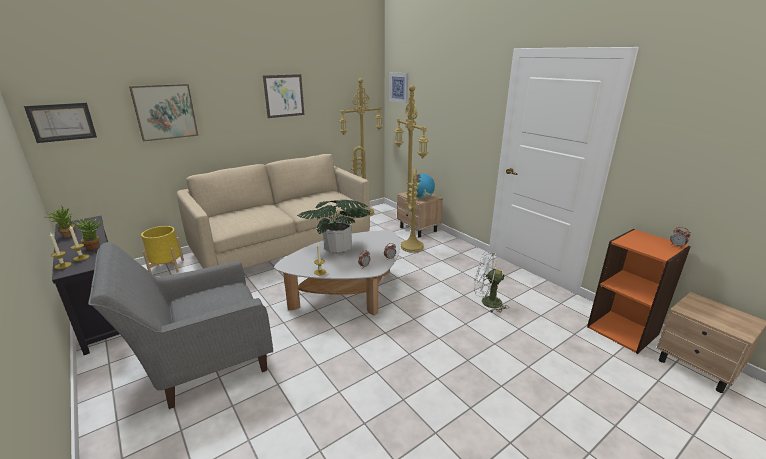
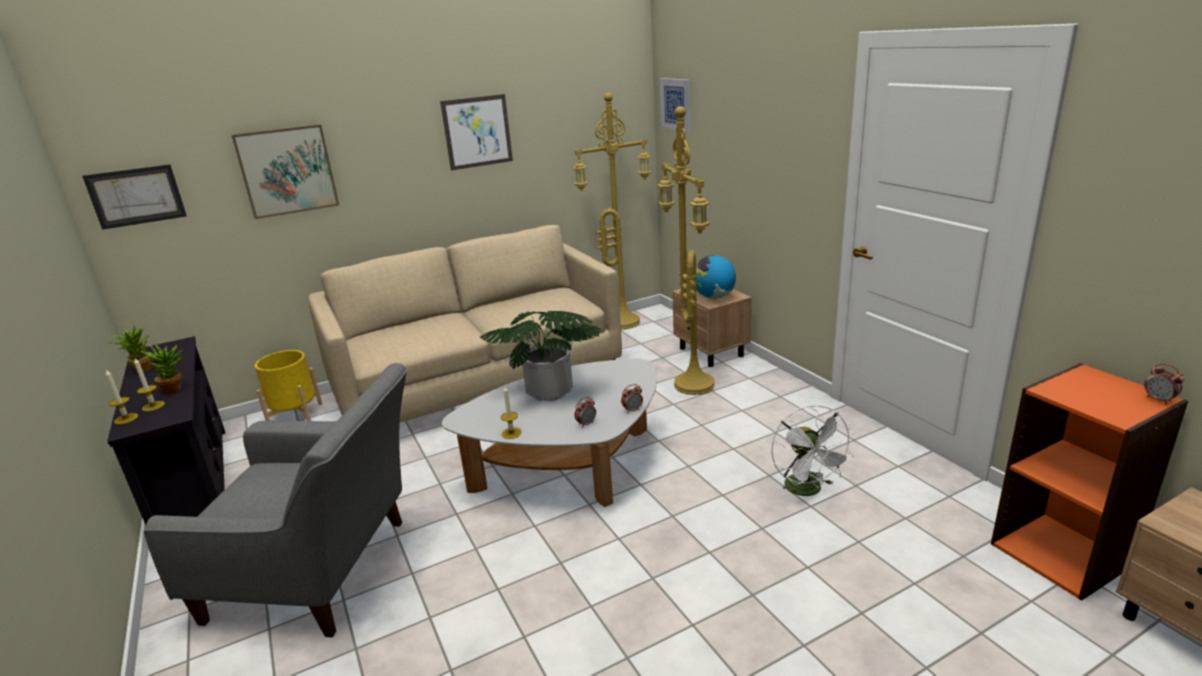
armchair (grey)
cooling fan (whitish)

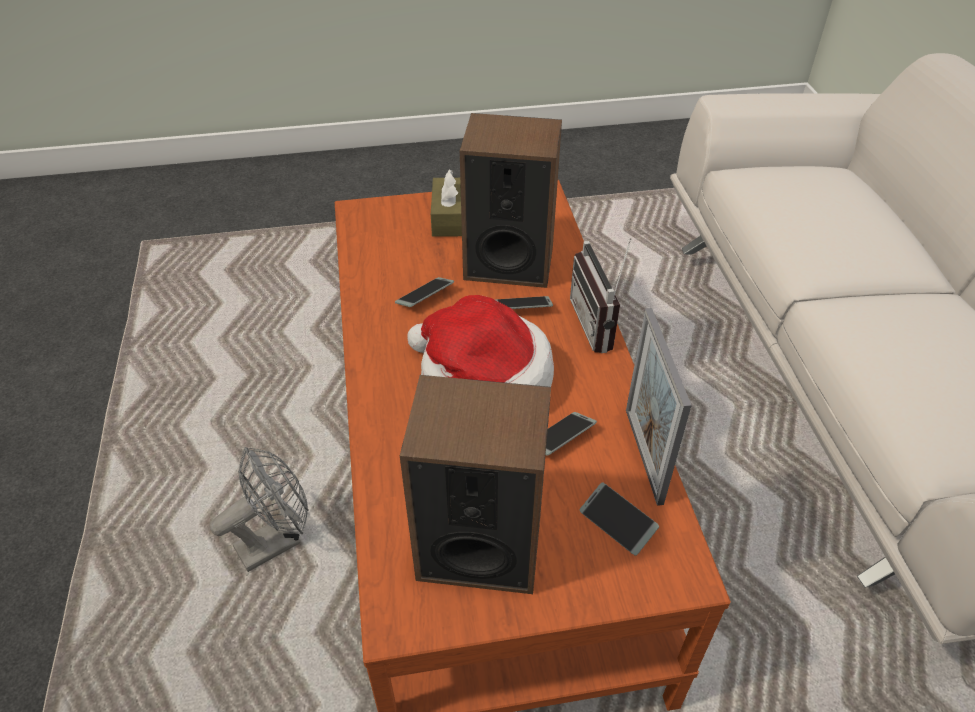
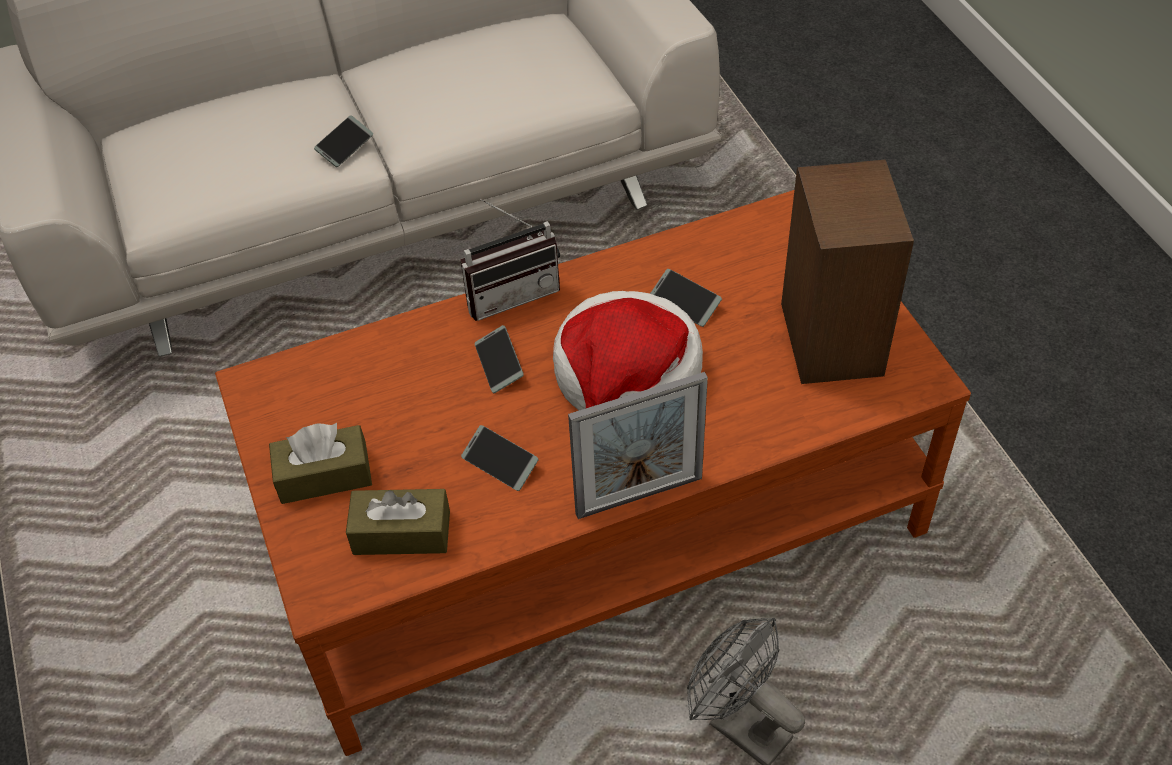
loudspeaker (no. 2 from left in the first image)
standing frame
phone (no. 1 from left)
tissue box (brown-coloured) (no. 2 from left)

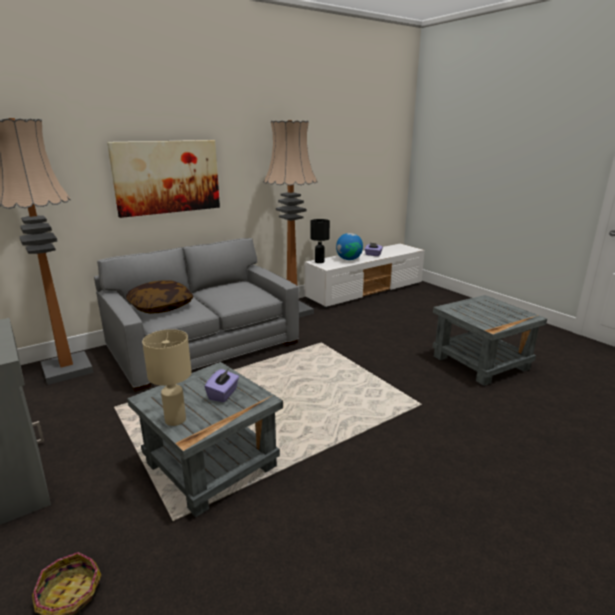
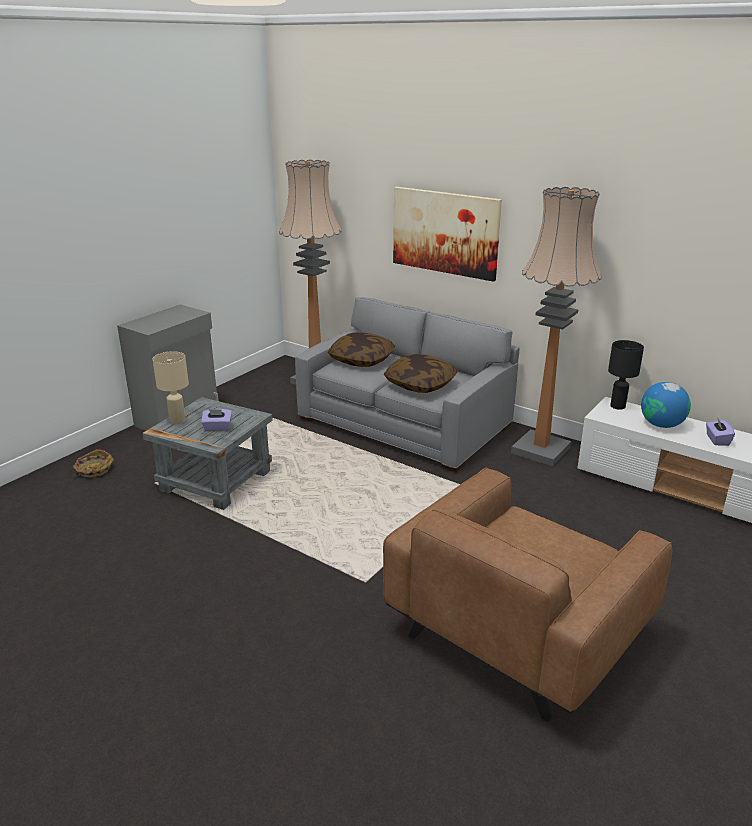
armchair (brown-coloured)
throw pillow (no. 2 from left)

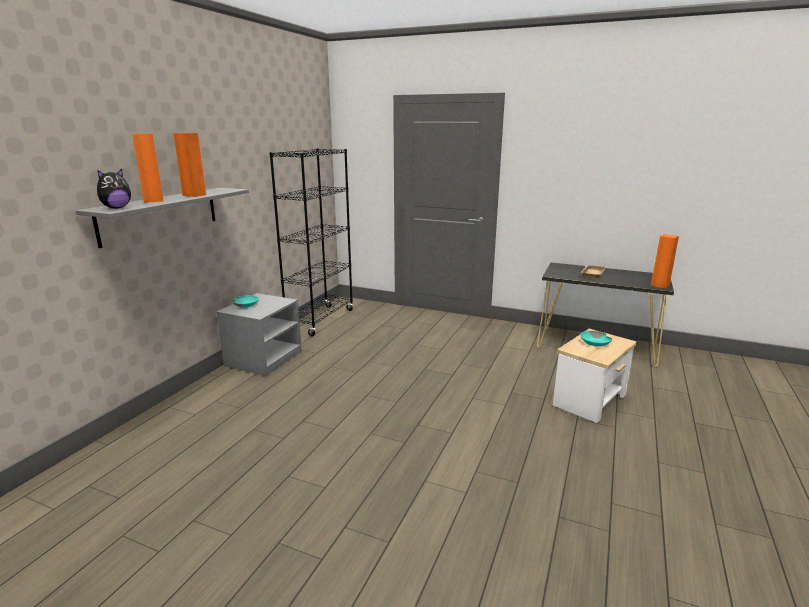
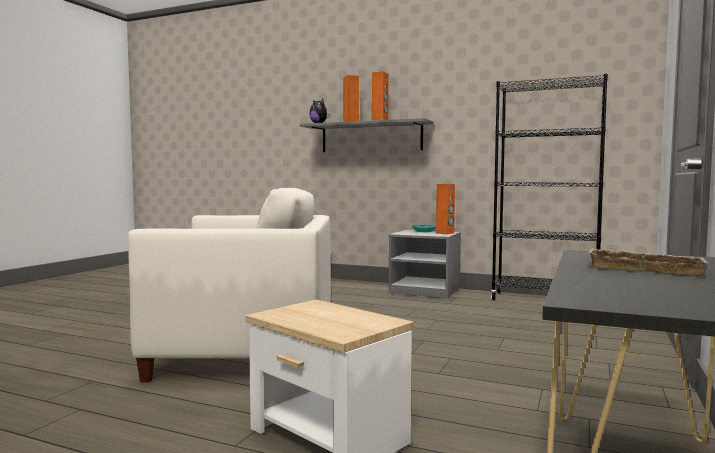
loudspeaker (orangey) (no. 3 from left)
bowl (blue-green) (no. 2 from left in the first image)
armchair (whitish)

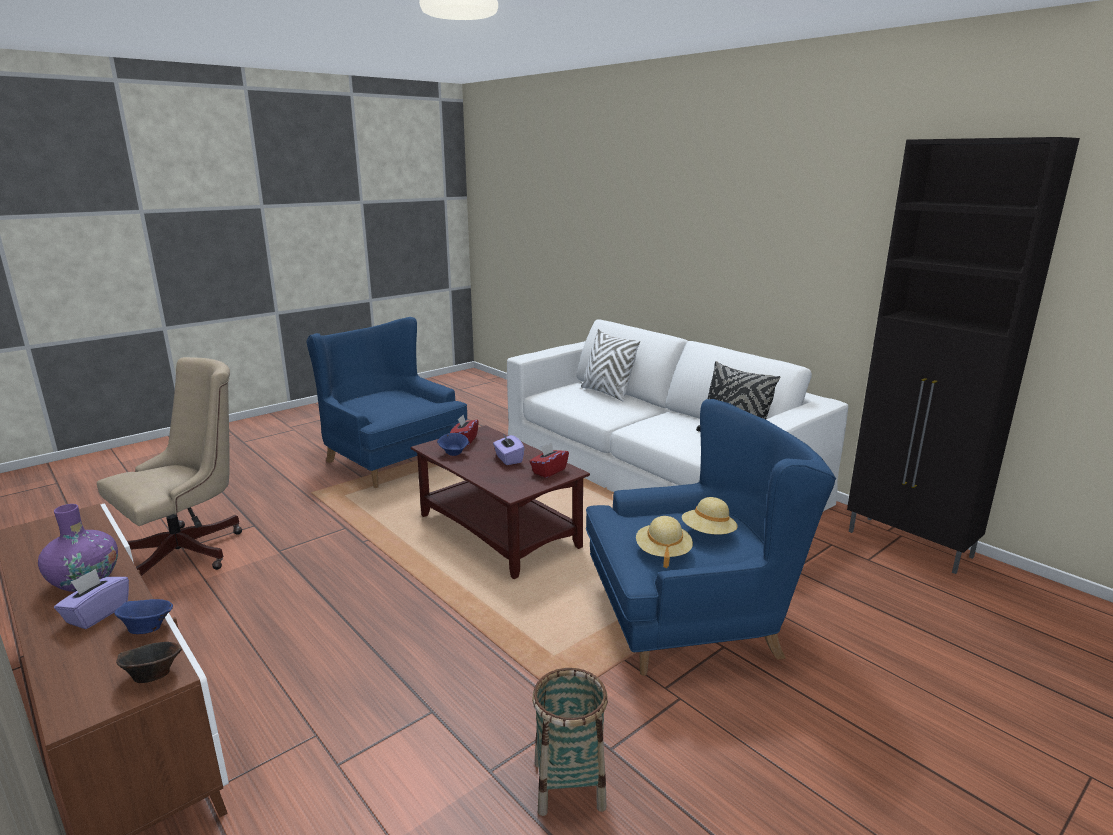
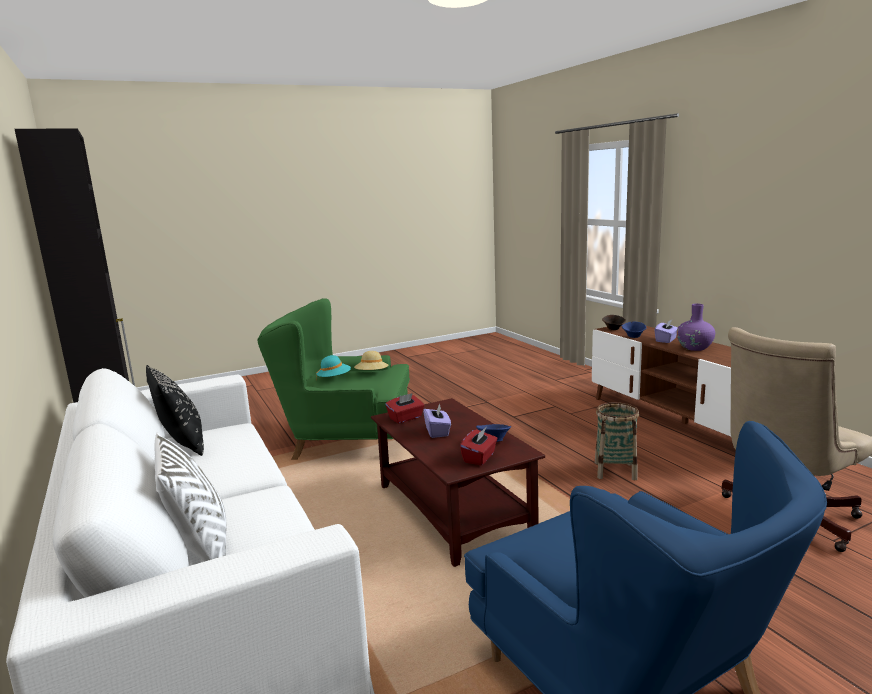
armchair (green)
wearable hat (blue-green)
storage basket

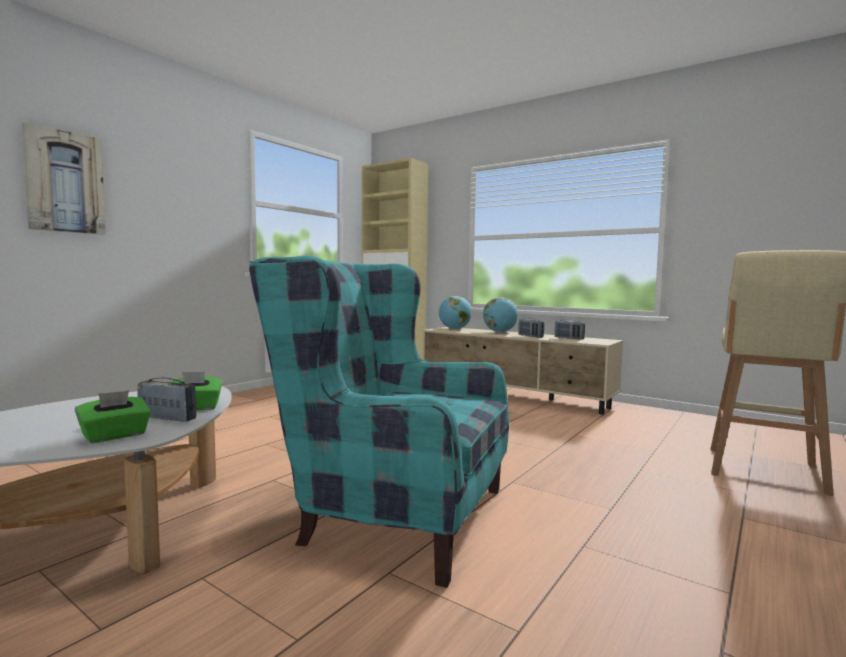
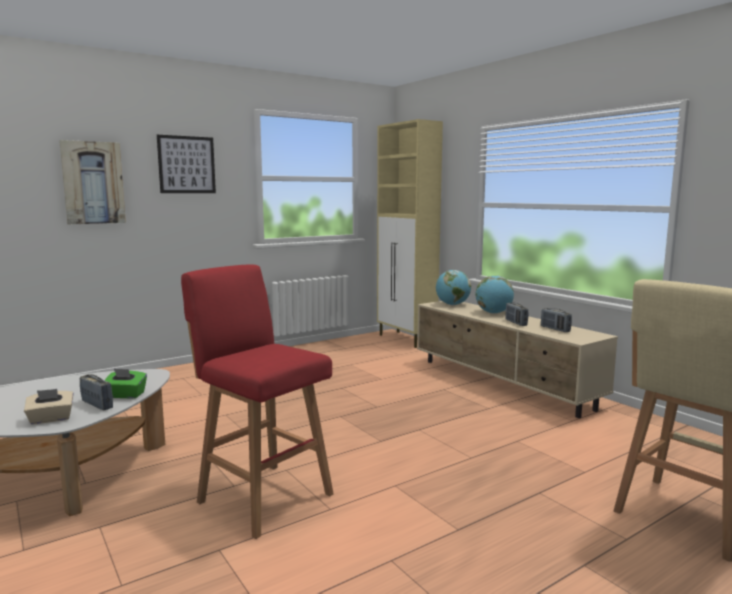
stool (red-coloured)
tissue box (beige-coloured)
picture (no. 2 from left)

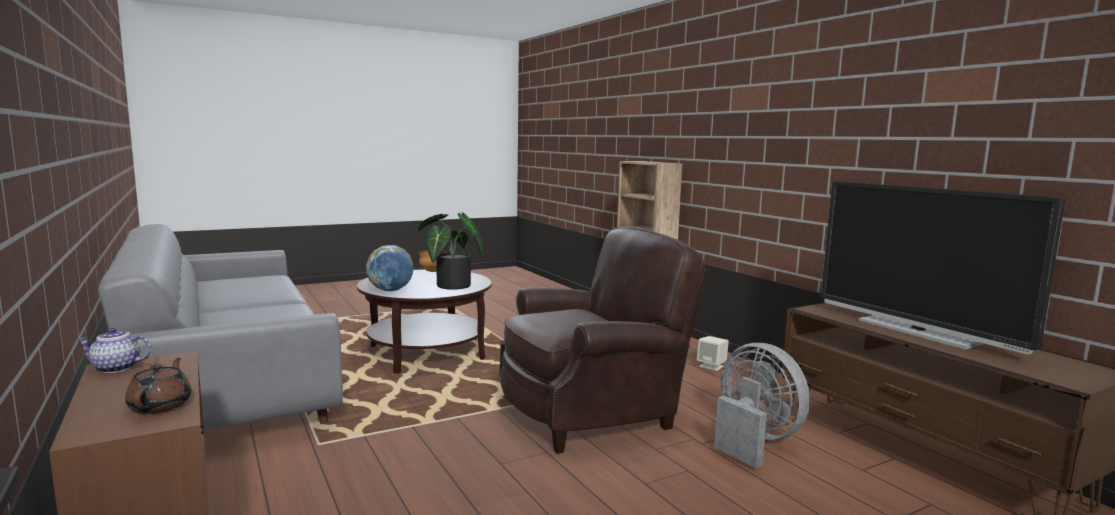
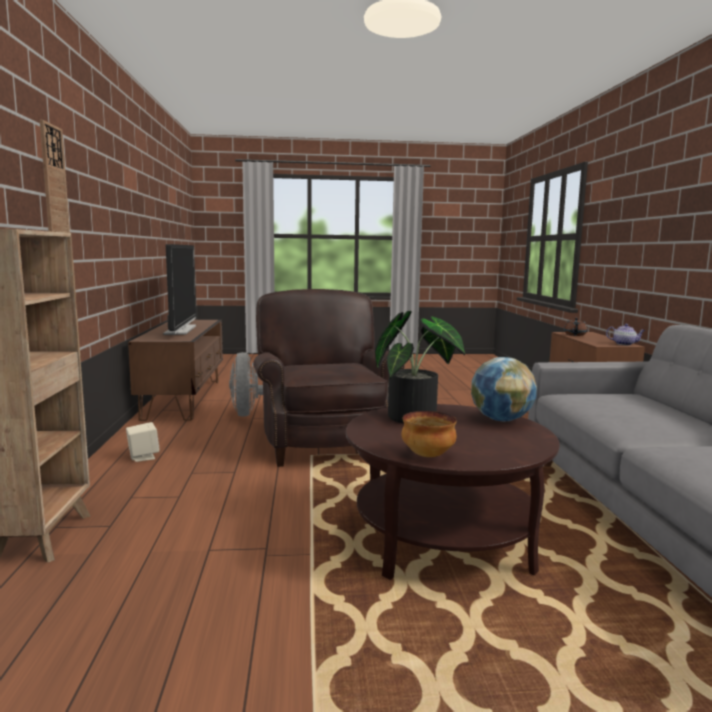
armchair (brown-coloured)
hanging clock

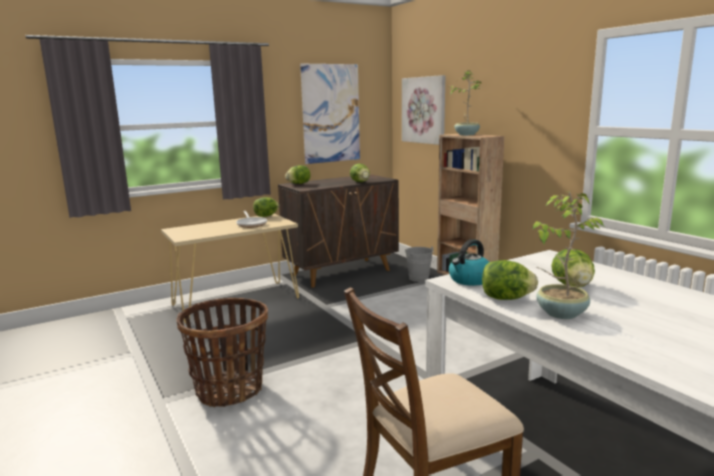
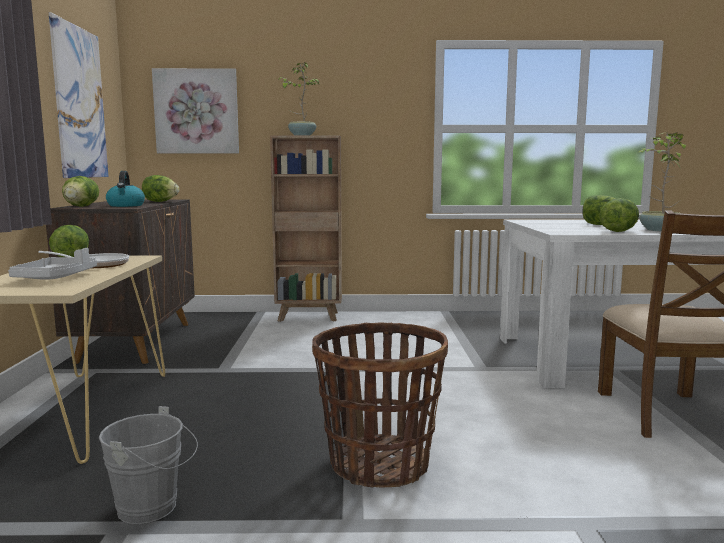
tea kettle
water bucket (grey)
tray (grey)

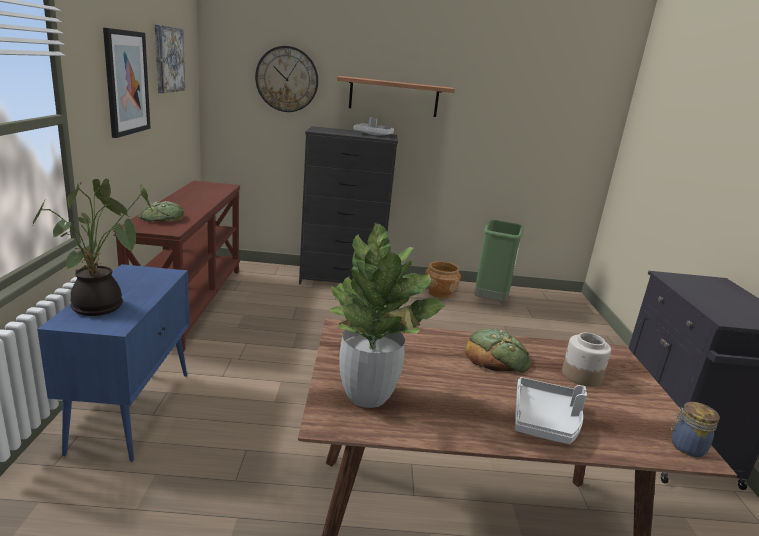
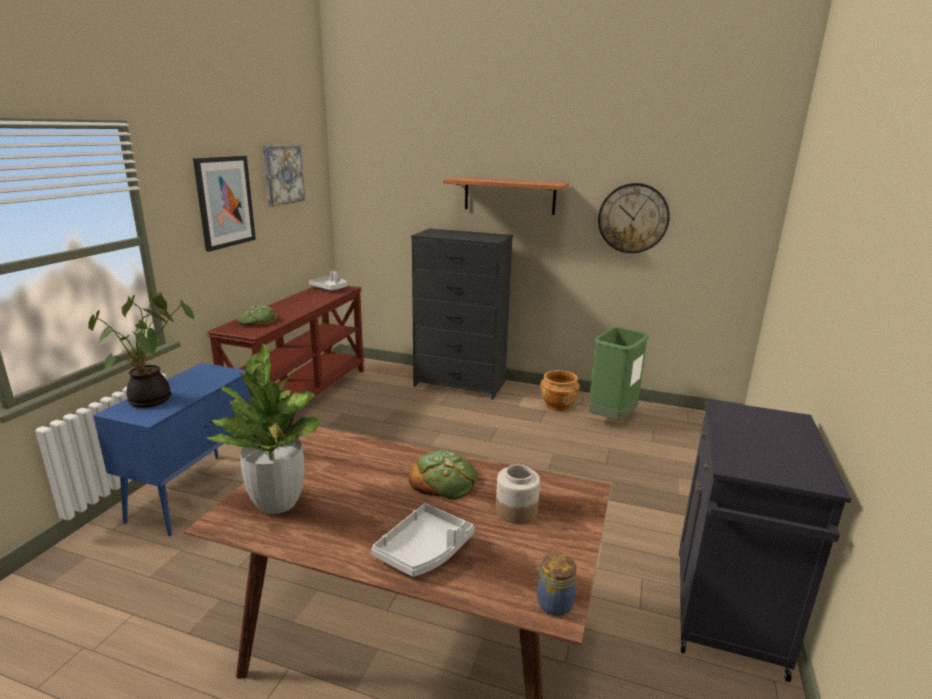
hanging clock
tray (grey) (no. 1 from left)

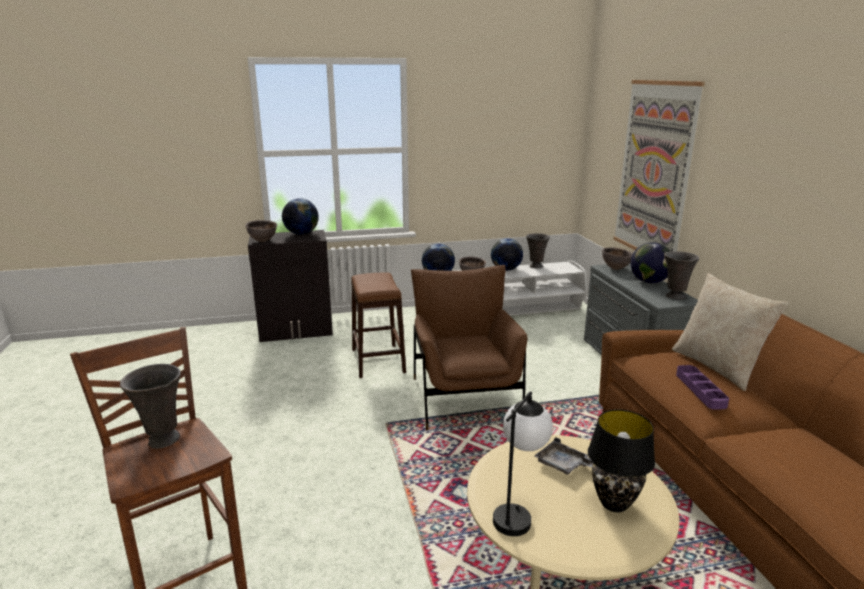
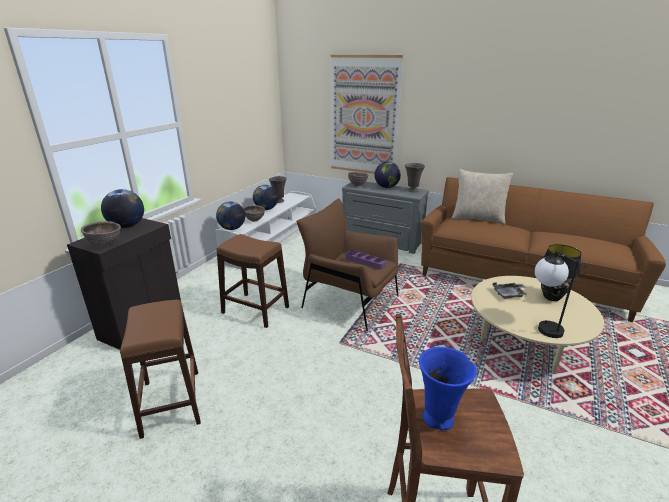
flower vase (blue-coloured)
tray (purple-coloured)
stool (brown-coloured) (no. 1 from left)

